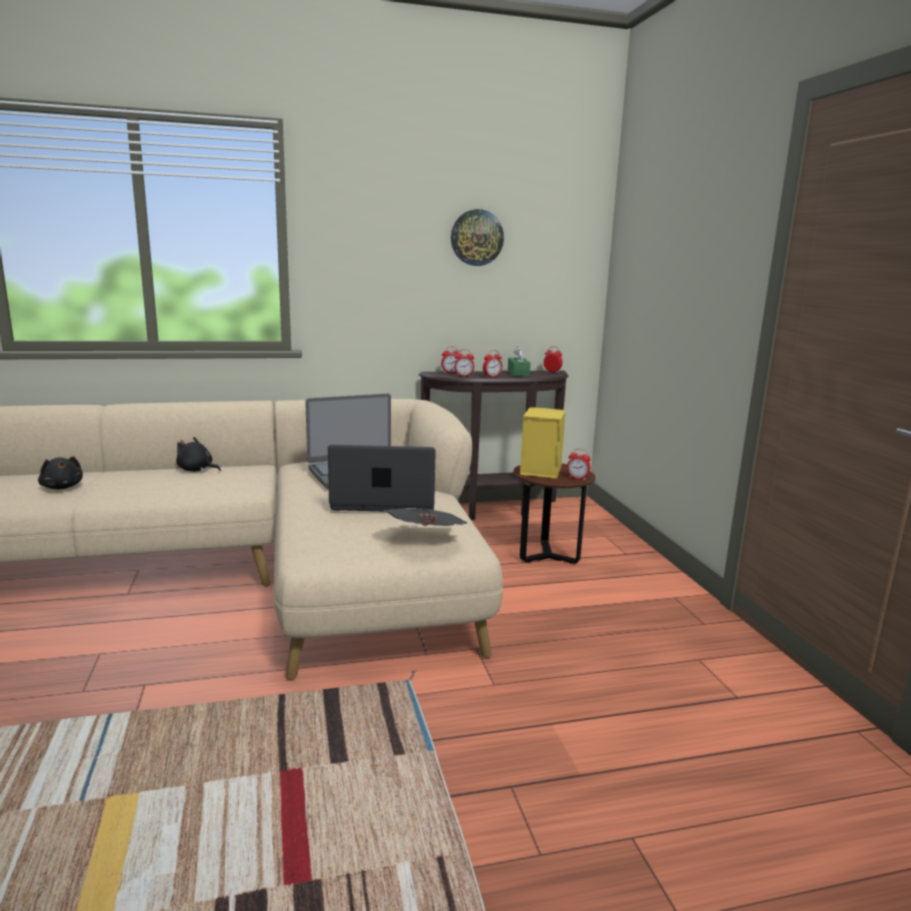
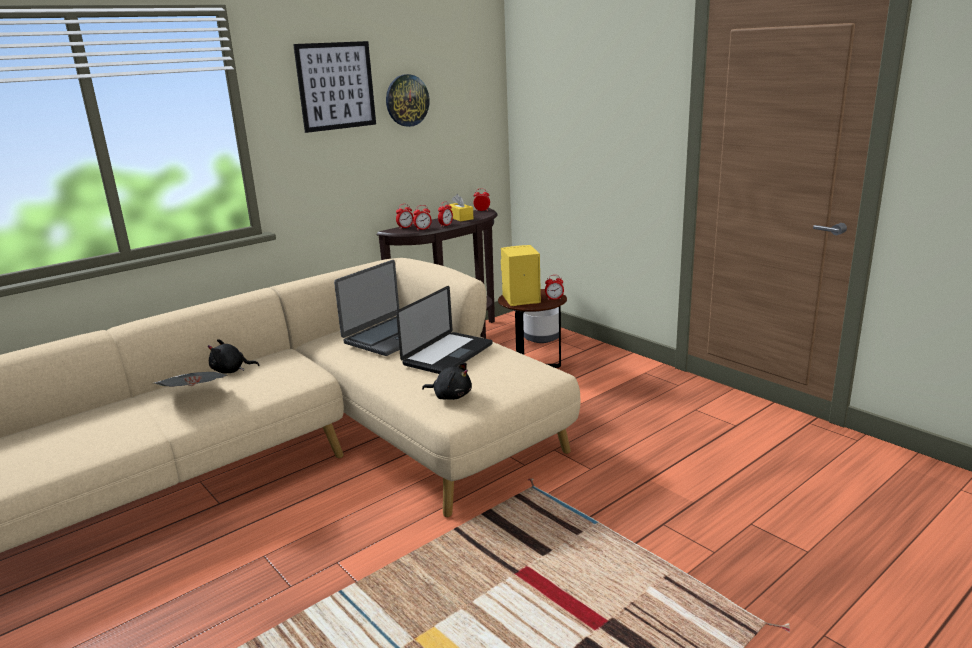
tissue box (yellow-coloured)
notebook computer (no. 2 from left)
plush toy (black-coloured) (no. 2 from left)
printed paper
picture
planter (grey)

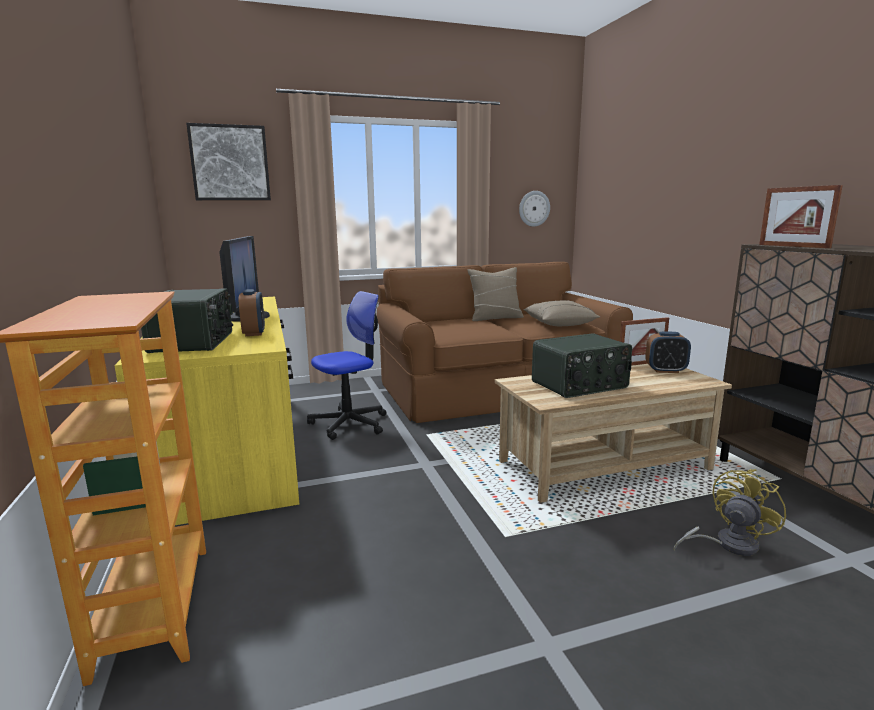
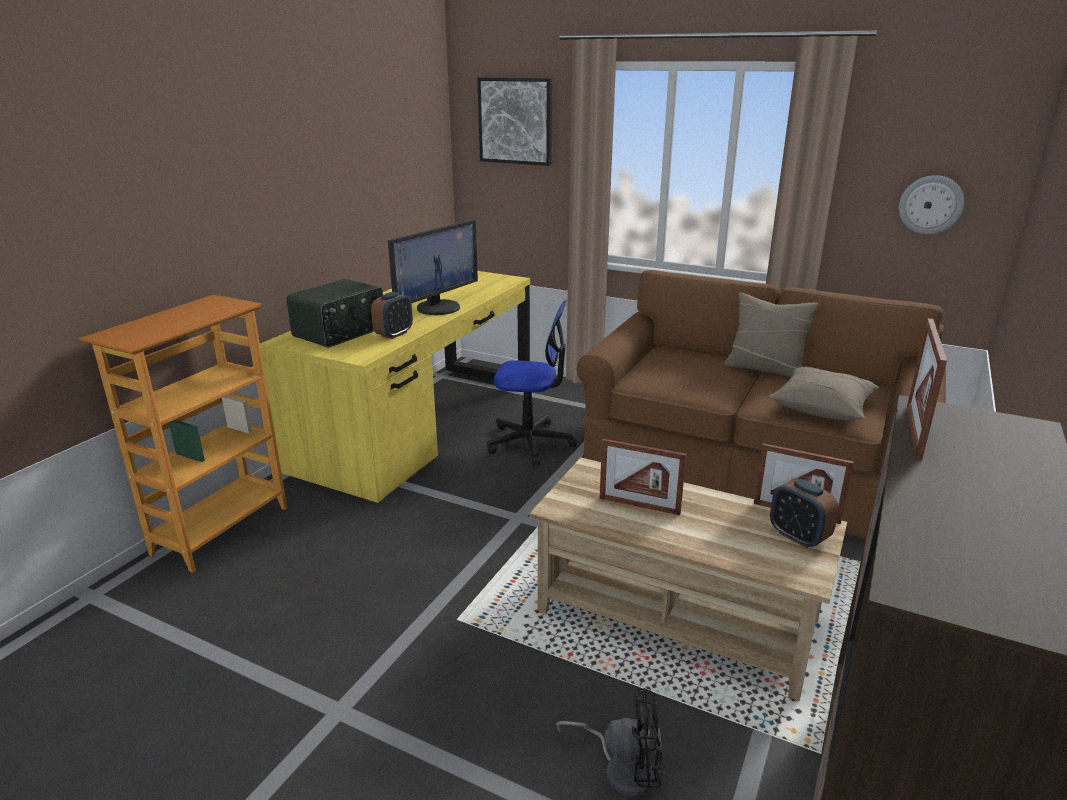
standing frame (no. 1 from left)
cooling fan (black-coloured)

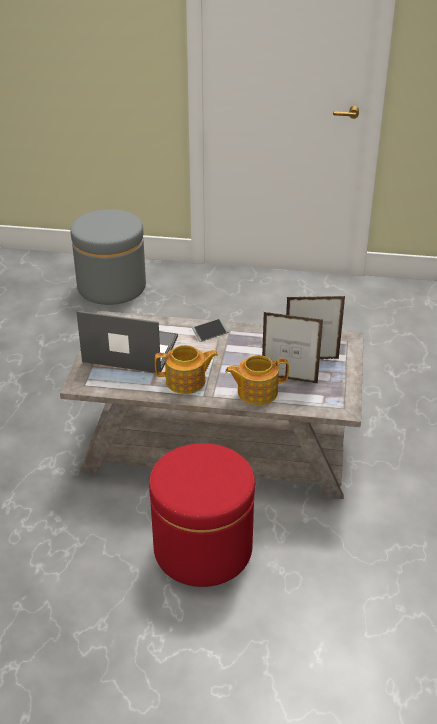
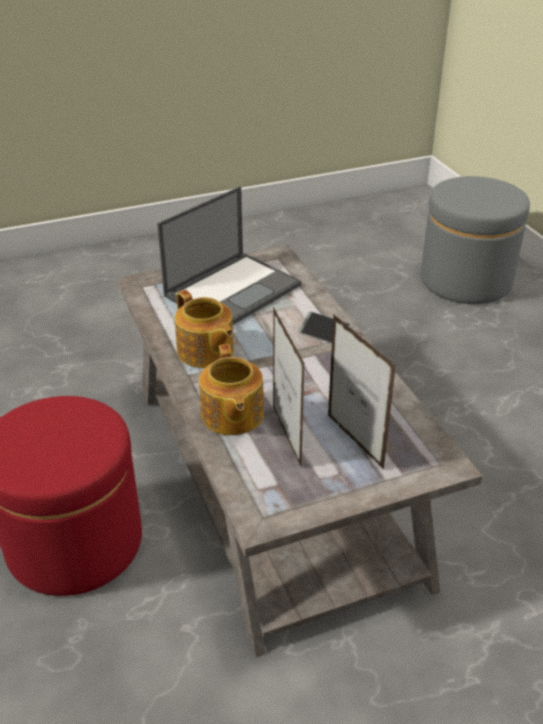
notebook computer
teapot (no. 2 from left)

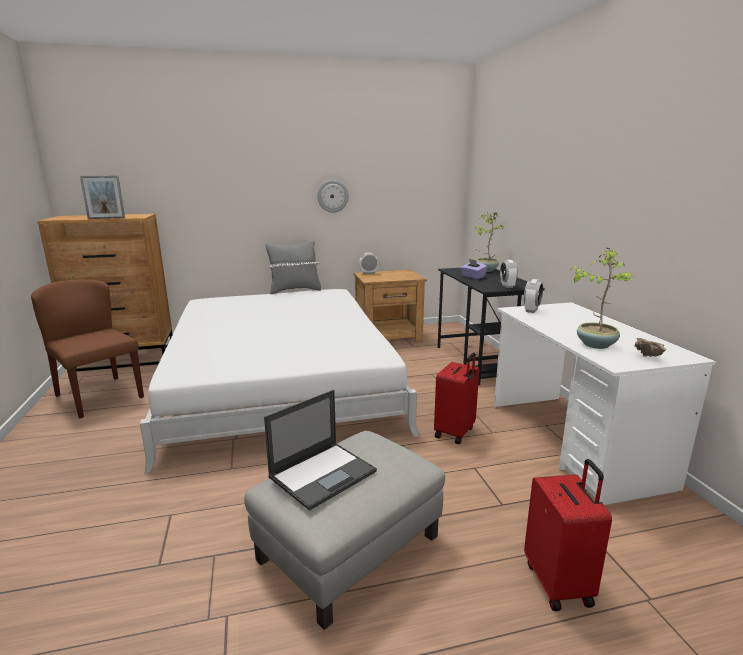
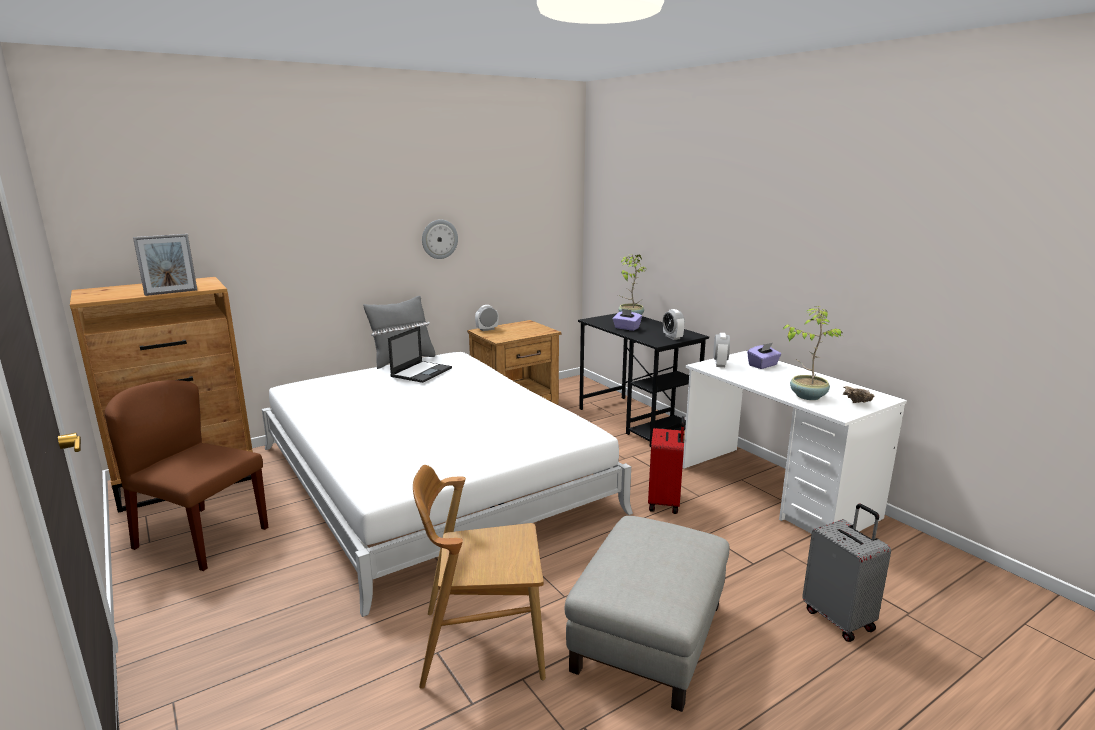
notebook computer
suitcase (grey)
tissue box (purple-coloured) (no. 2 from left)
plain chair (brown-coloured) (no. 2 from left)

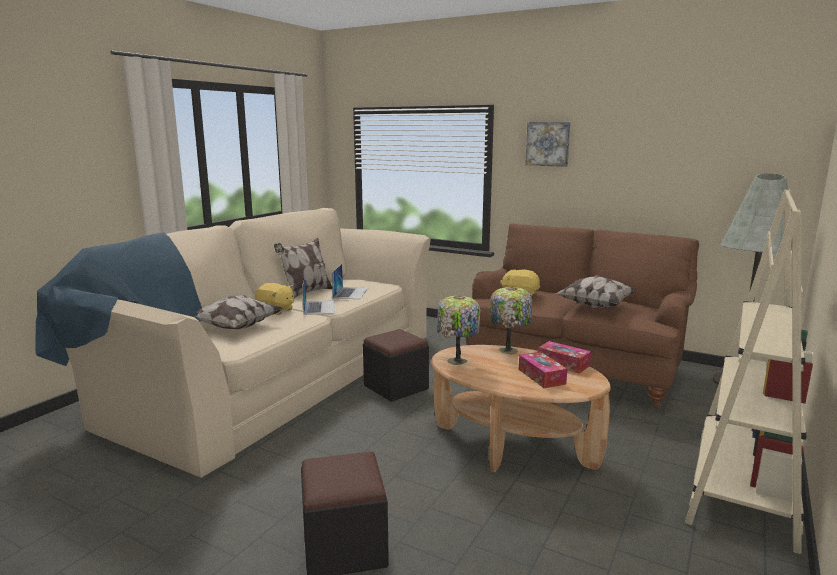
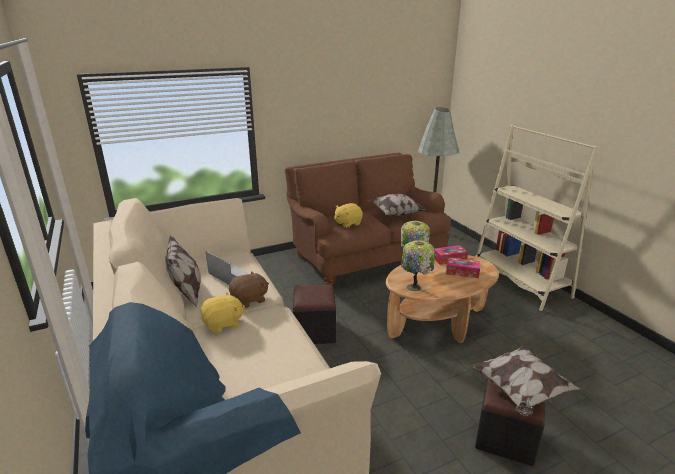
picture
plush toy (brown-coloured)
throw pillow (no. 3 from left)

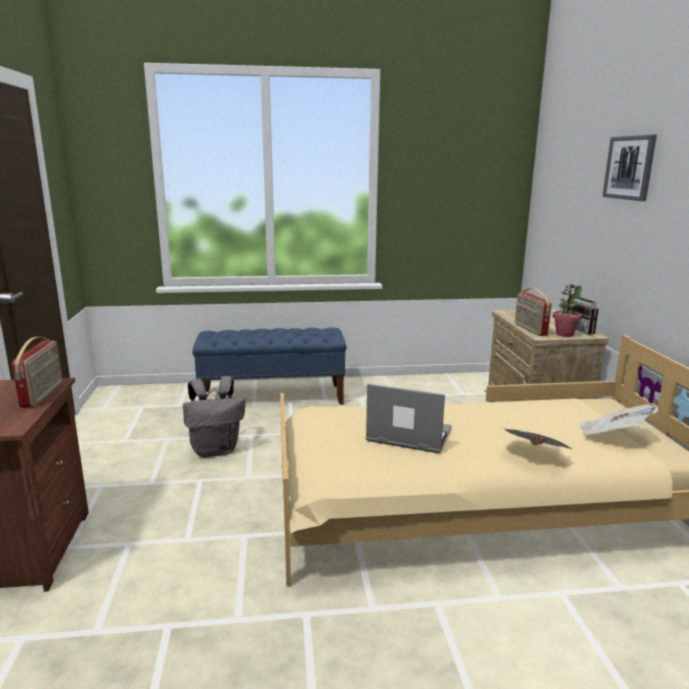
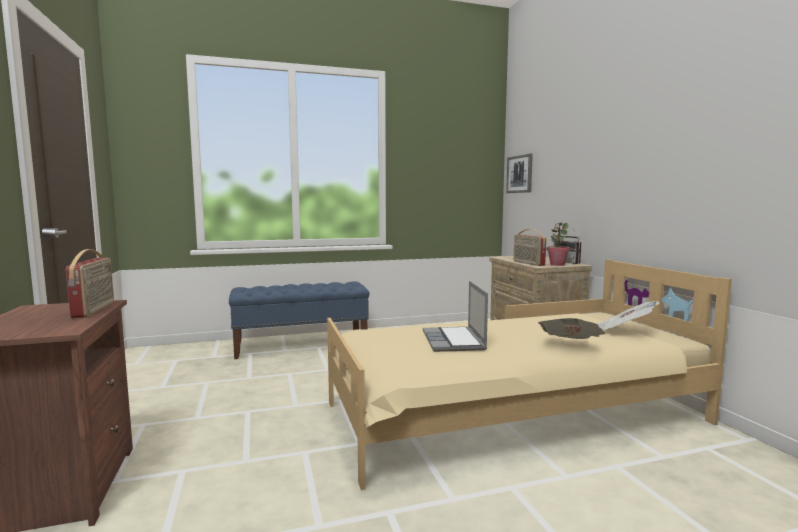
picture
knapsack (grey)
notebook computer

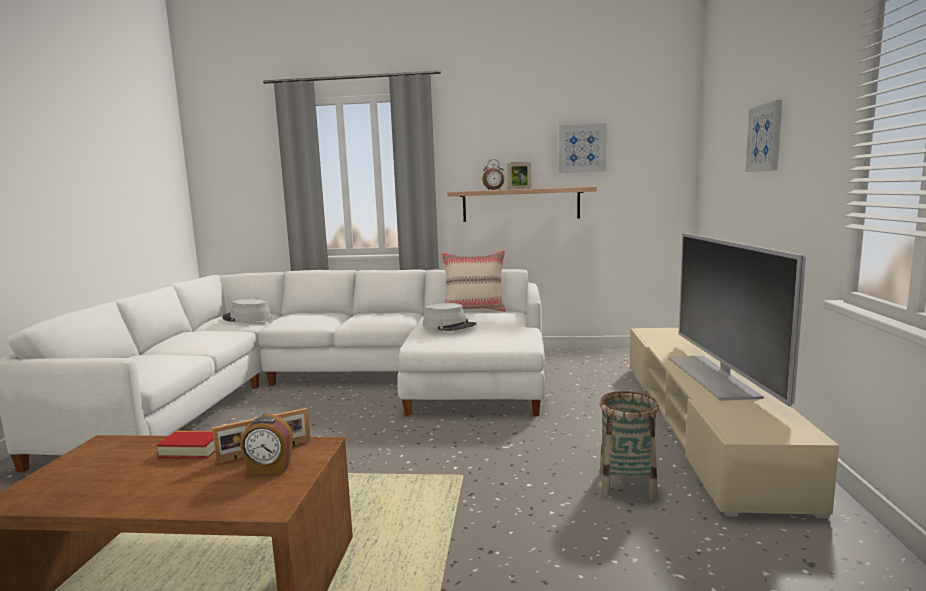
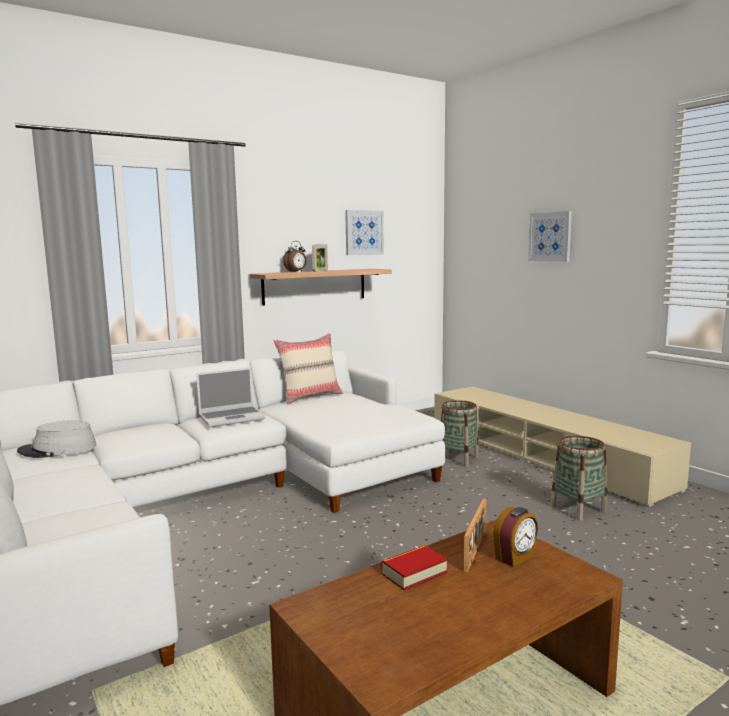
TV set
wearable hat (grey) (no. 2 from left in the first image)
notebook computer
storage basket (no. 1 from left)

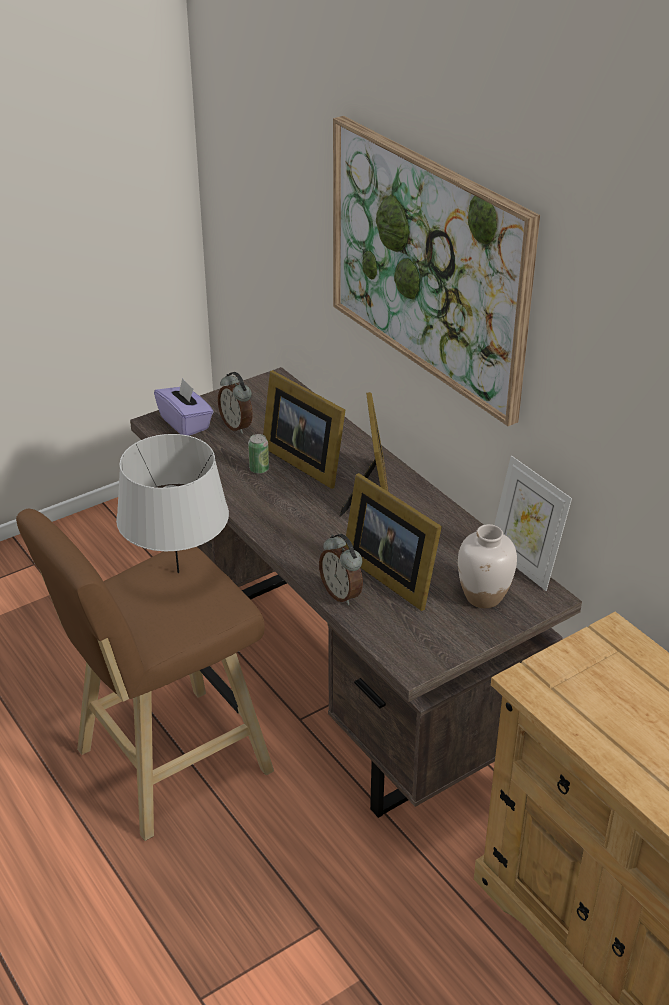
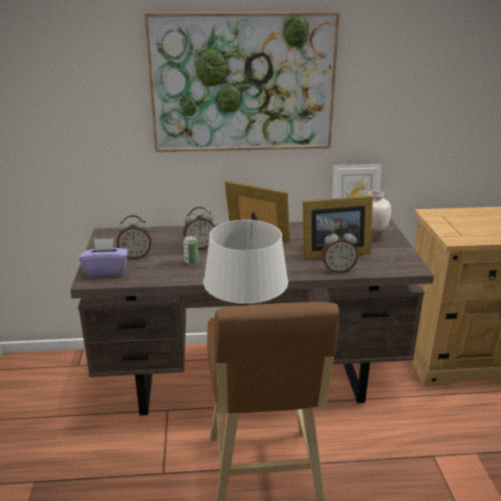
alarm clock (no. 2 from left)

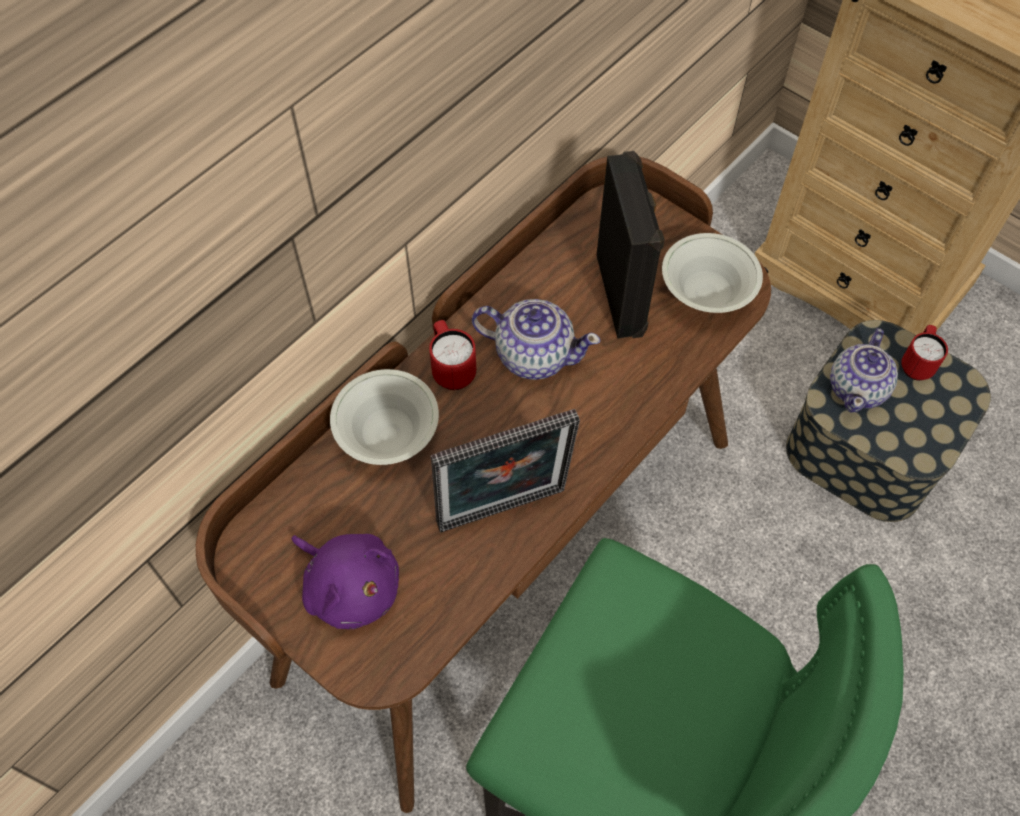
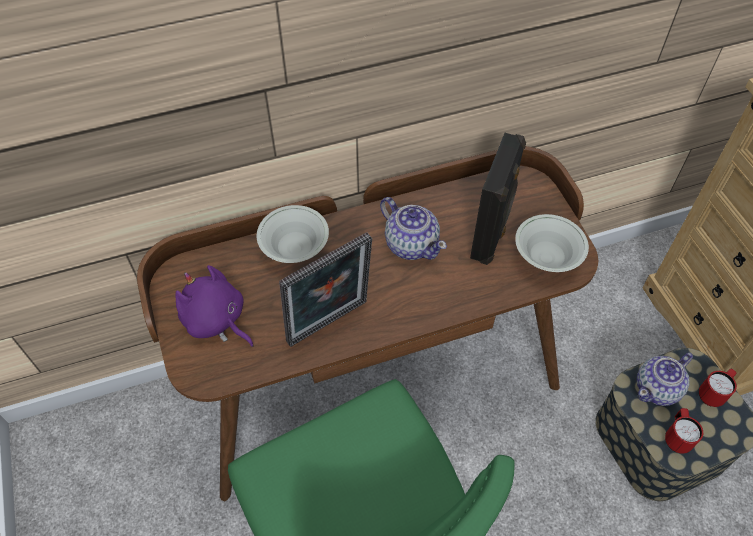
mug (red-coloured) (no. 1 from left)
standing frame
plush toy (purple-coloured)

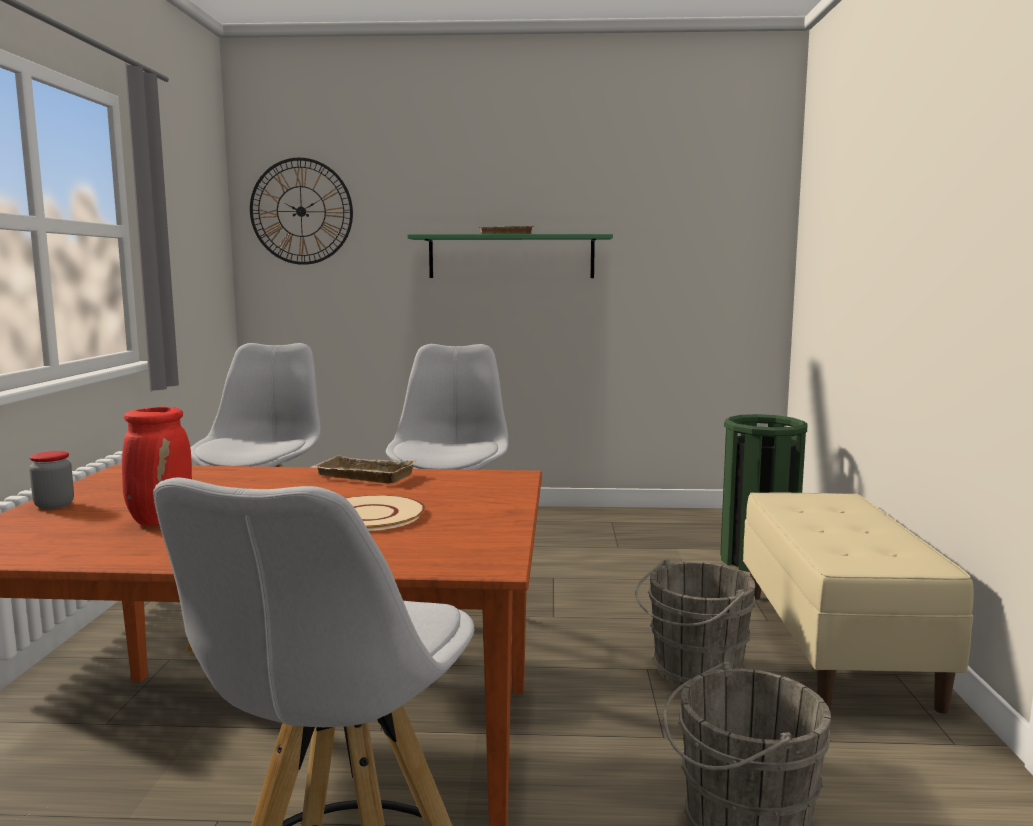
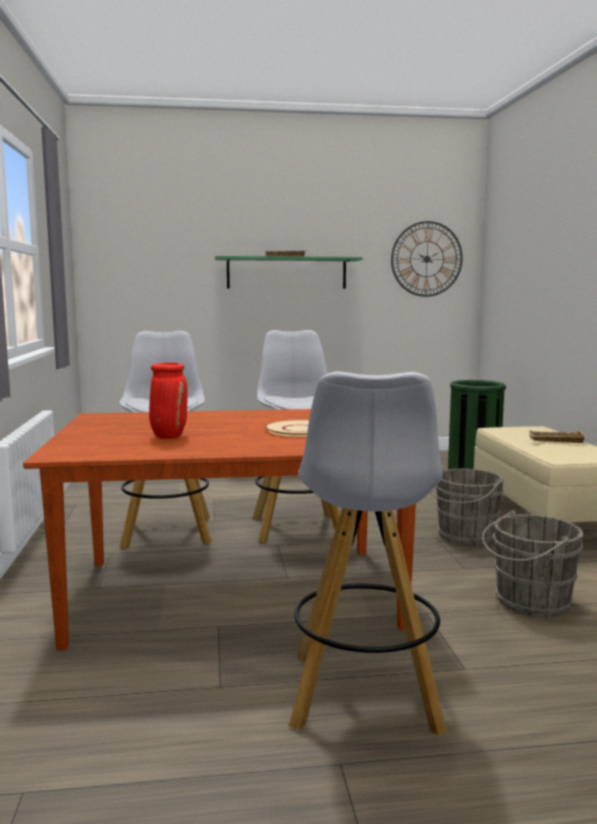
hanging clock
jar
tray (beige-coloured) (no. 2 from left)

